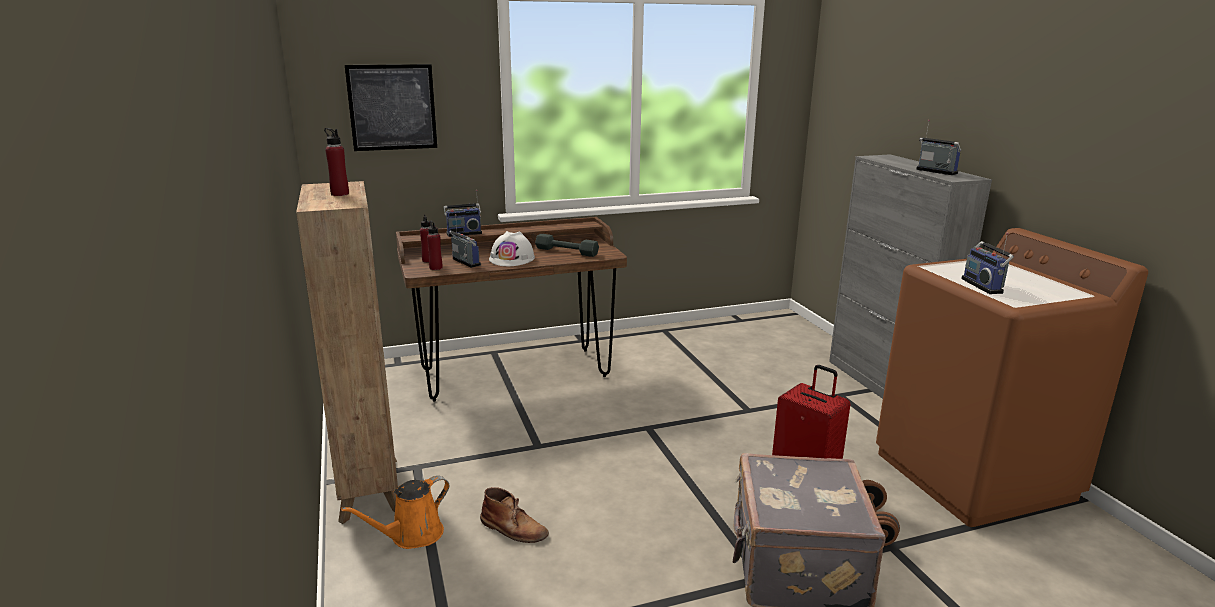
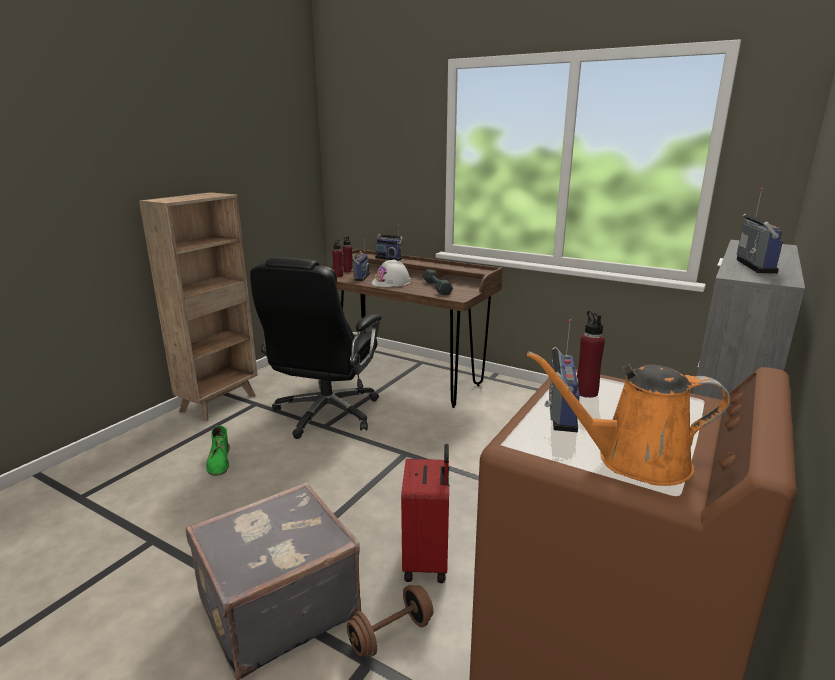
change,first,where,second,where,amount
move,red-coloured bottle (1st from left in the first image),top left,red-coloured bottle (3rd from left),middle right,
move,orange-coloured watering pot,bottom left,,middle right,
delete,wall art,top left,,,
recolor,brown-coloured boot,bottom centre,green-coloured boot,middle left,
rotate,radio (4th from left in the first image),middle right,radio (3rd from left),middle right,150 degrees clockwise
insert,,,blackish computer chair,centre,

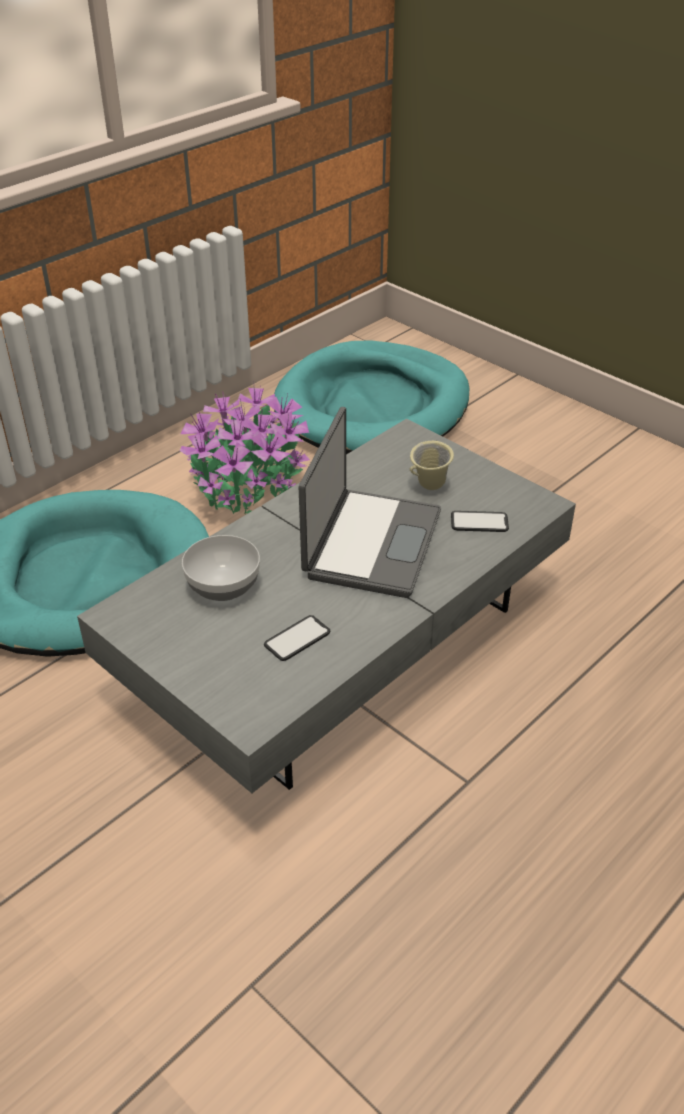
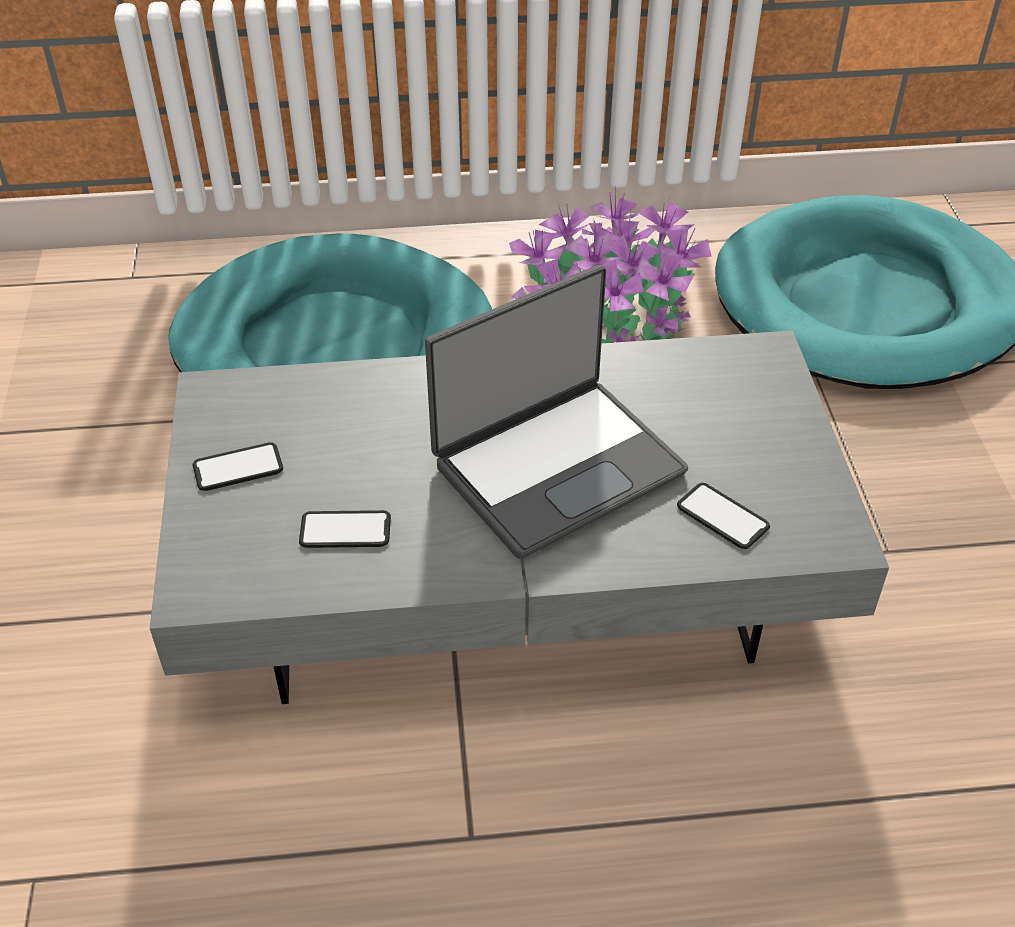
change,first,where,second,where,amount
delete,serving bowl,middle left,,,
delete,sand-coloured mug,centre,,,
insert,,,phone (1st from left),middle left,

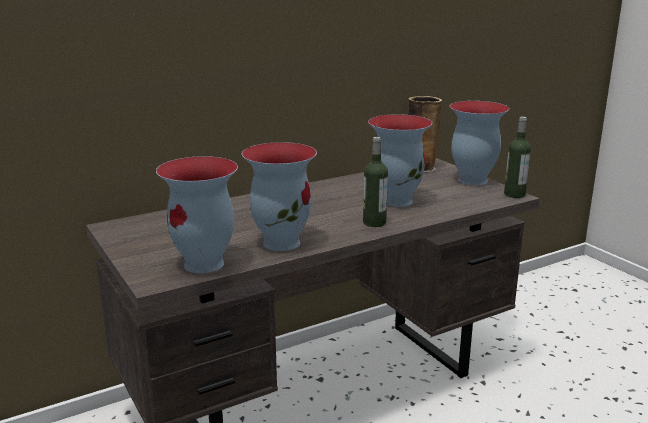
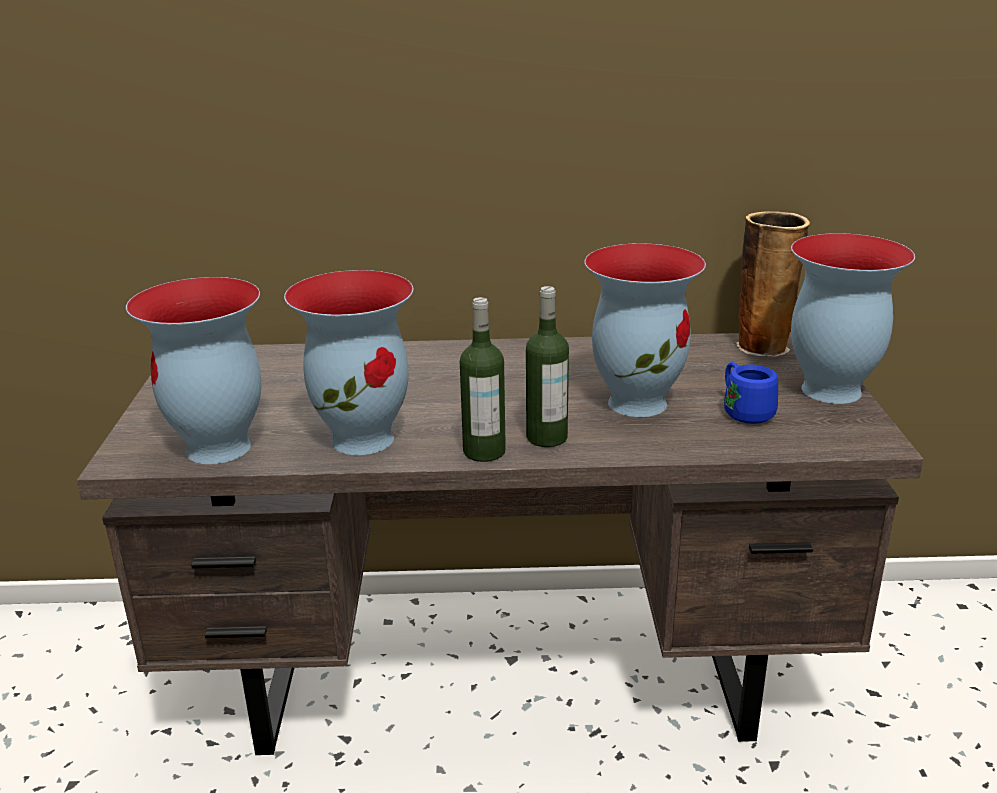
change,first,where,second,where,amount
move,bottle (2nd from left in the first image),middle right,bottle (1st from left),centre,
insert,,,blue mug,middle right,

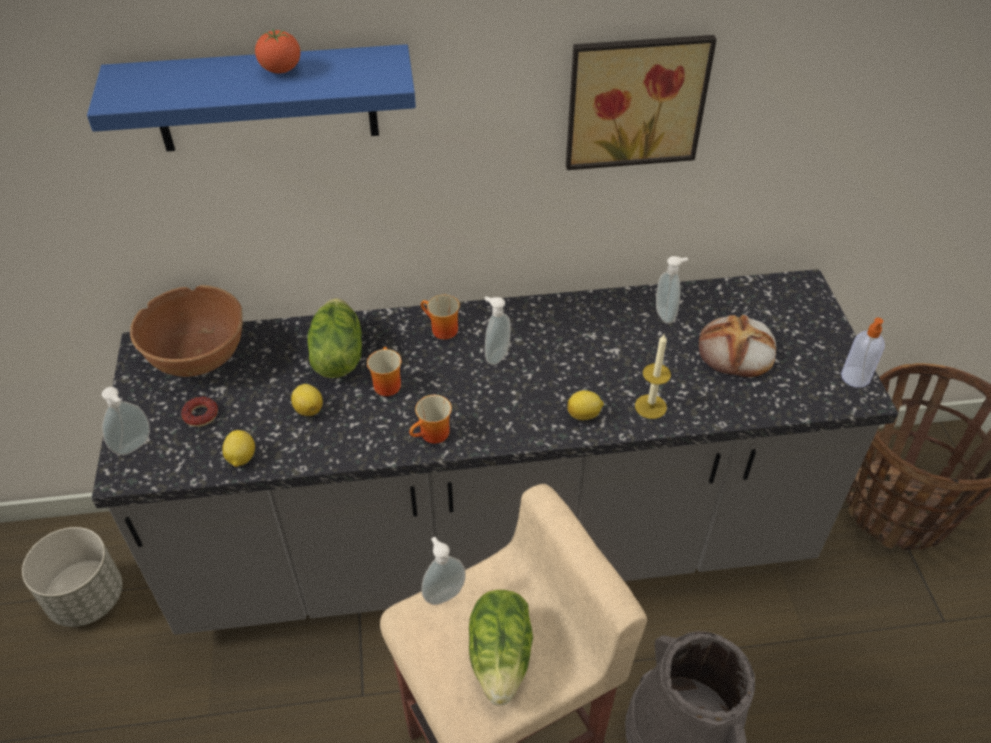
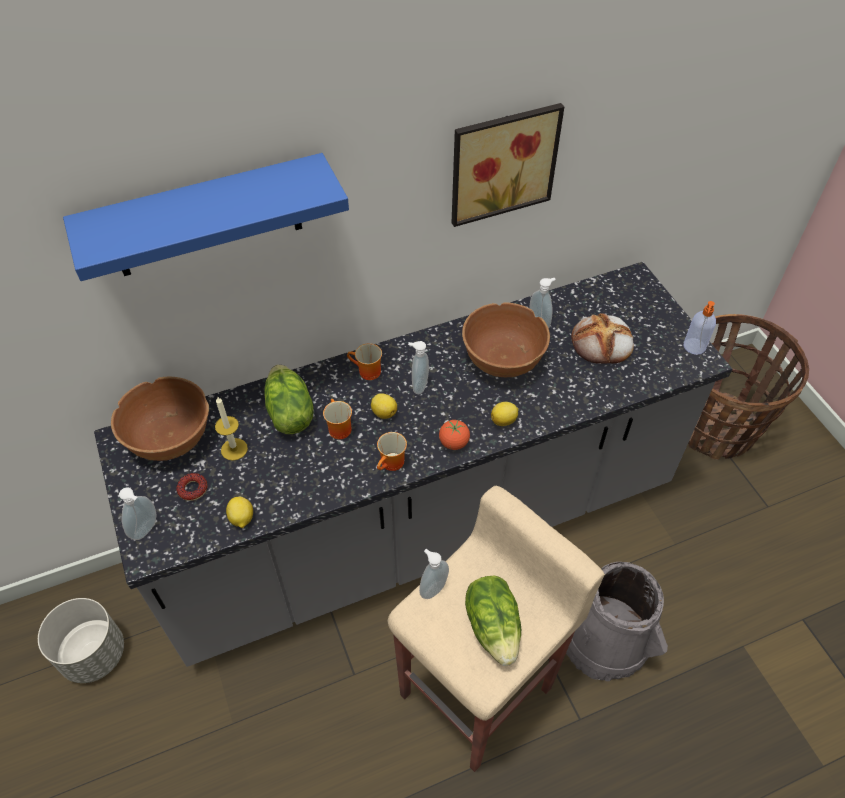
change,first,where,second,where,amount
move,whole tomato,top left,,centre,
move,whole lemon (2nd from left),middle left,,centre,
move,wax light,centre,,middle left,
insert,,,brown-coloured serving bowl (2nd from left),centre,

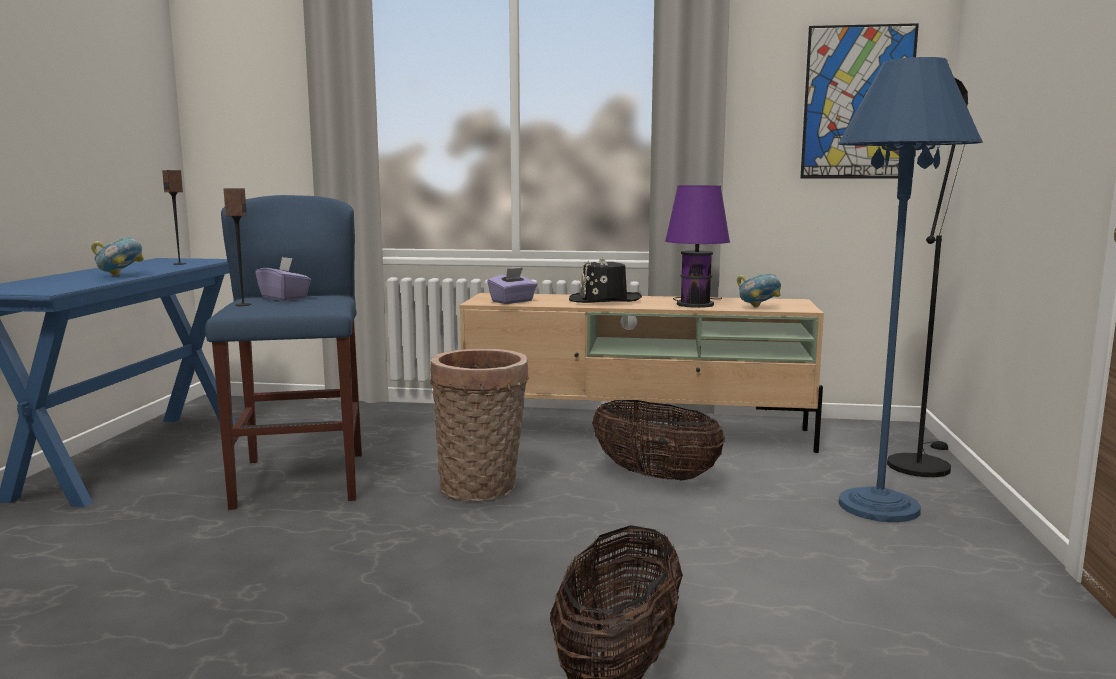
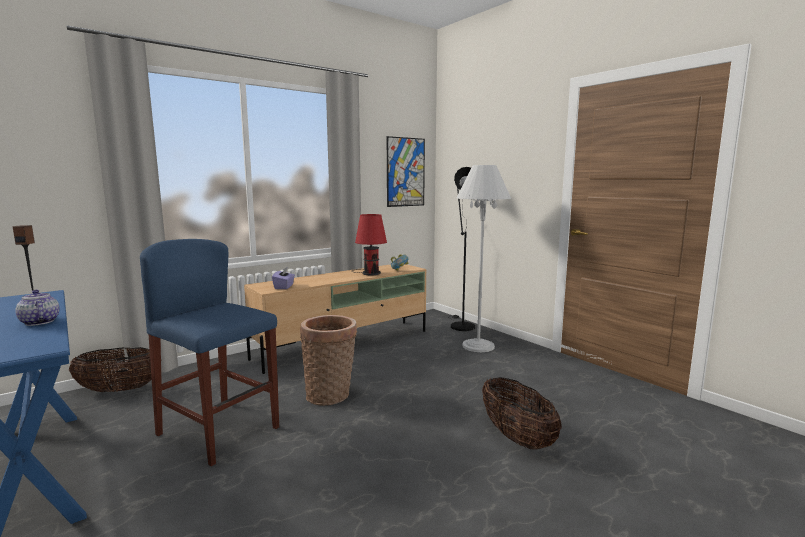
change,first,where,second,where,amount
replace,serving bowl (1st from left),middle left,pot for tea,middle left,
delete,audio speaker (2nd from left),middle left,,,
delete,purple-coloured tissue holder (1st from left),middle left,,,
delete,blackish hat,centre,,,
move,household basket (3rd from left in the first image),centre,household basket (1st from left),bottom left,
recolor,purple-coloured table lamp,centre,red-coloured table lamp,centre,
recolor,blue standing lamp,middle right,white standing lamp,centre,

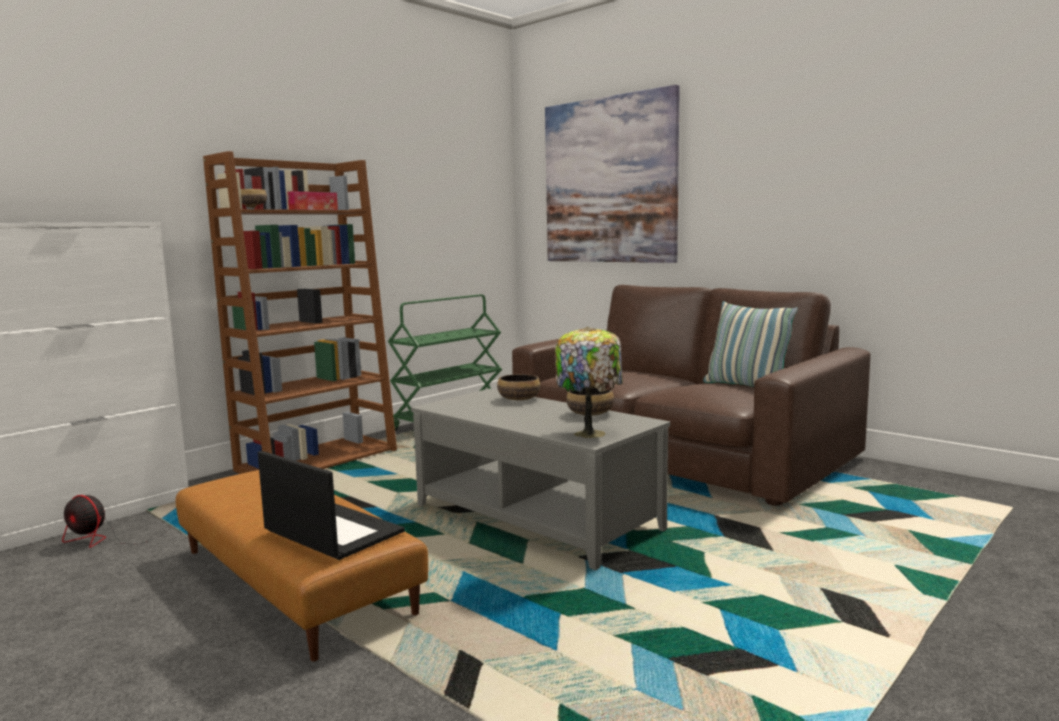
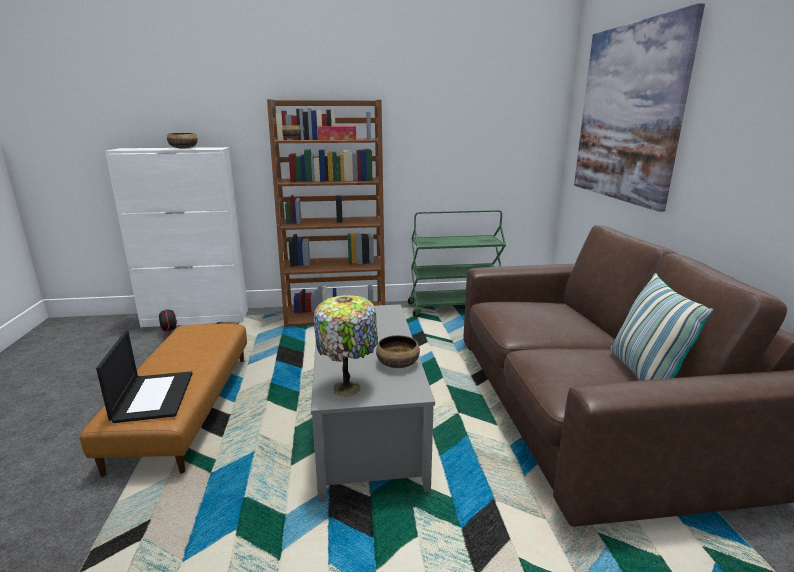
change,first,where,second,where,amount
move,serving bowl (2nd from left in the first image),centre,serving bowl (1st from left),top left,

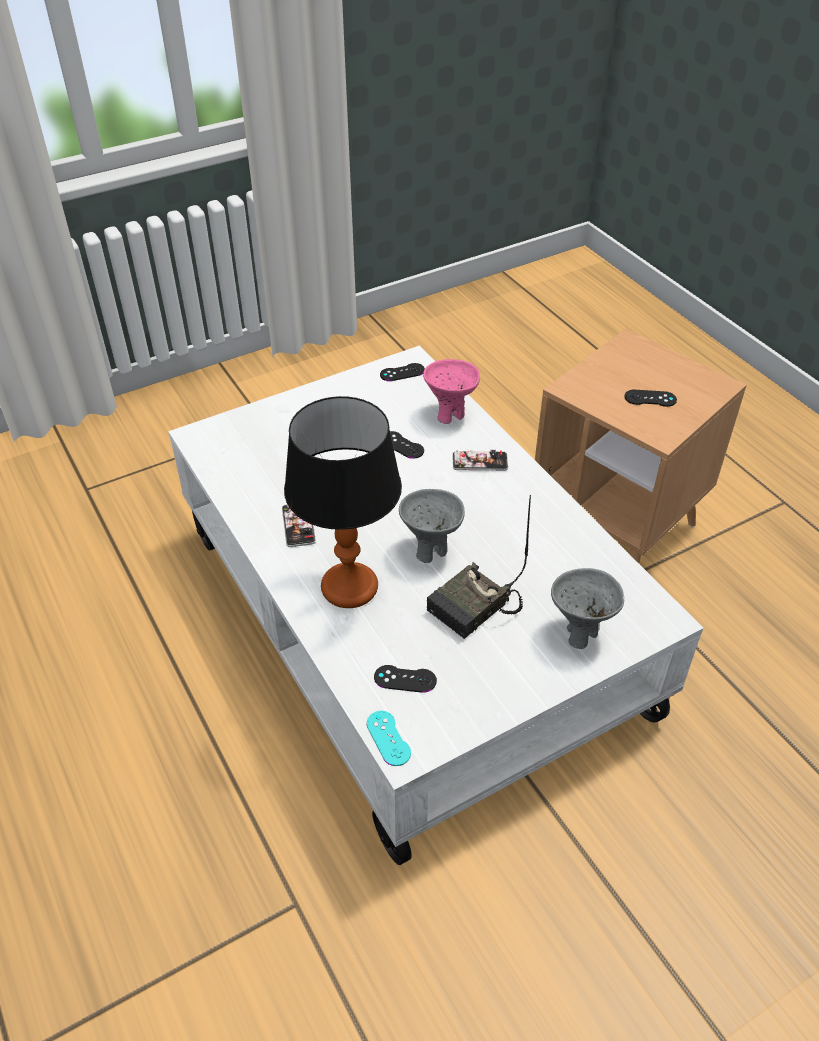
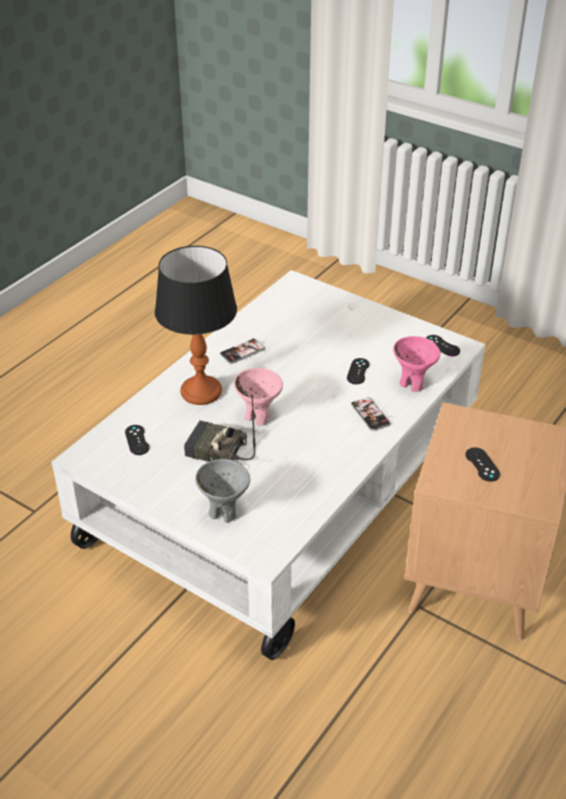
change,first,where,second,where,amount
delete,blue-green game controller,bottom centre,,,
recolor,gray serving bowl (1st from left),centre,pink-coloured serving bowl (1st from left),centre,

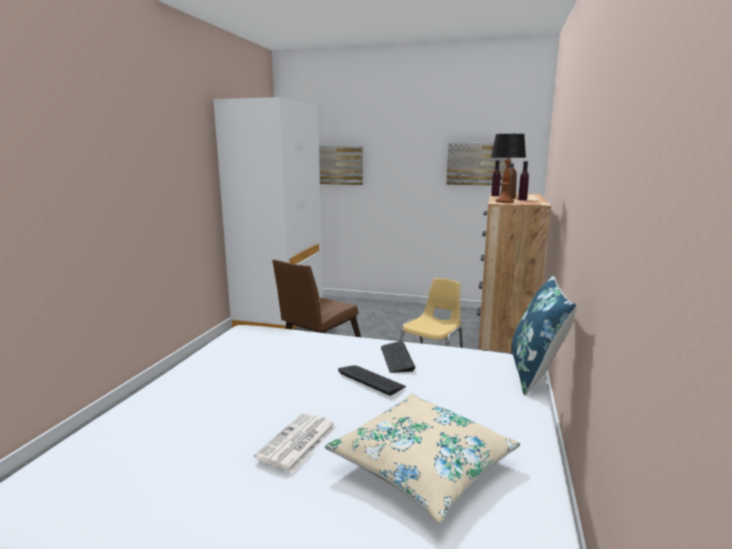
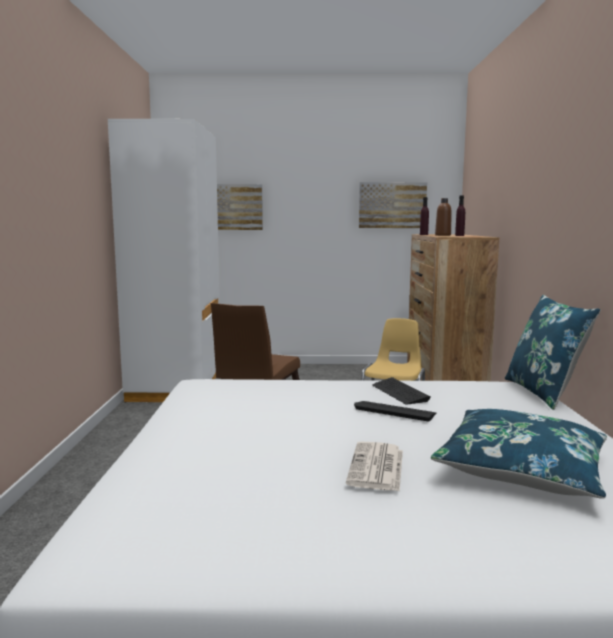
change,first,where,second,where,amount
recolor,sand-coloured pillow,bottom centre,blue pillow (1st from left),bottom right,
delete,table lamp,top right,,,

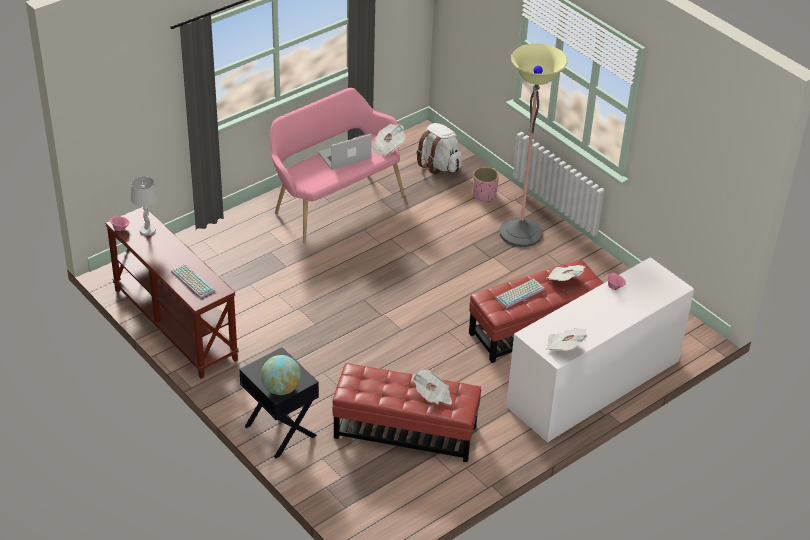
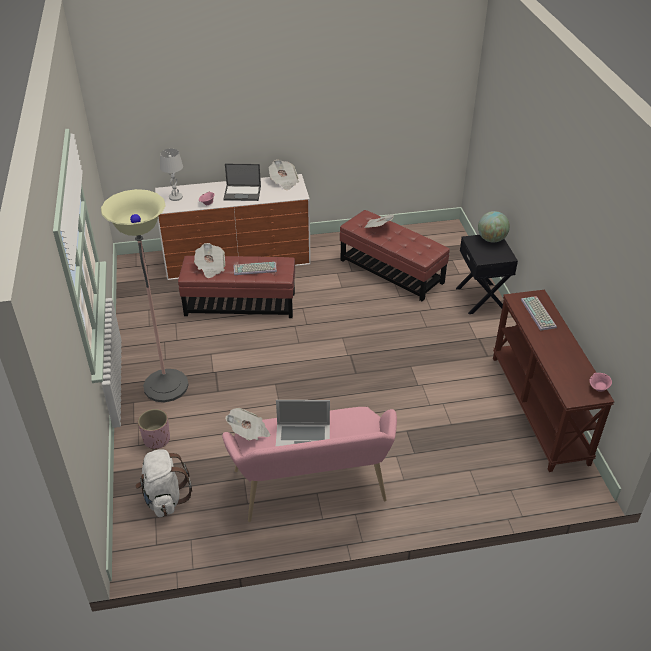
change,first,where,second,where,amount
move,white table lamp,middle left,,top left,
insert,,,laptop (1st from left),top centre,

